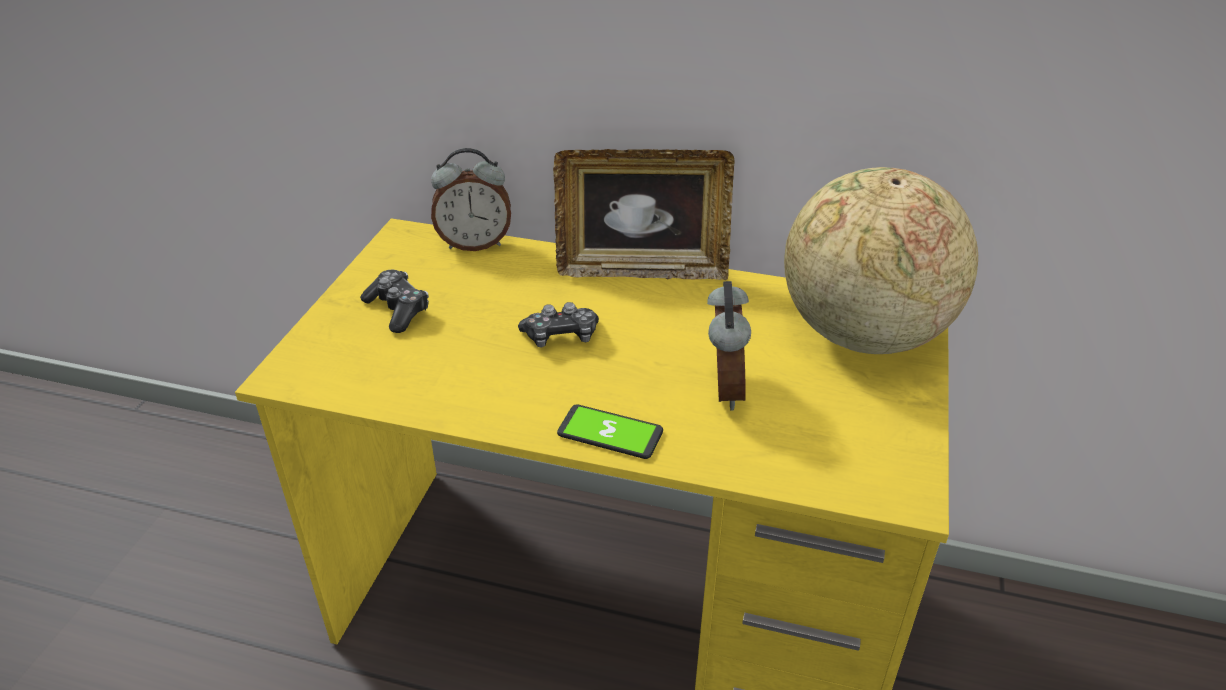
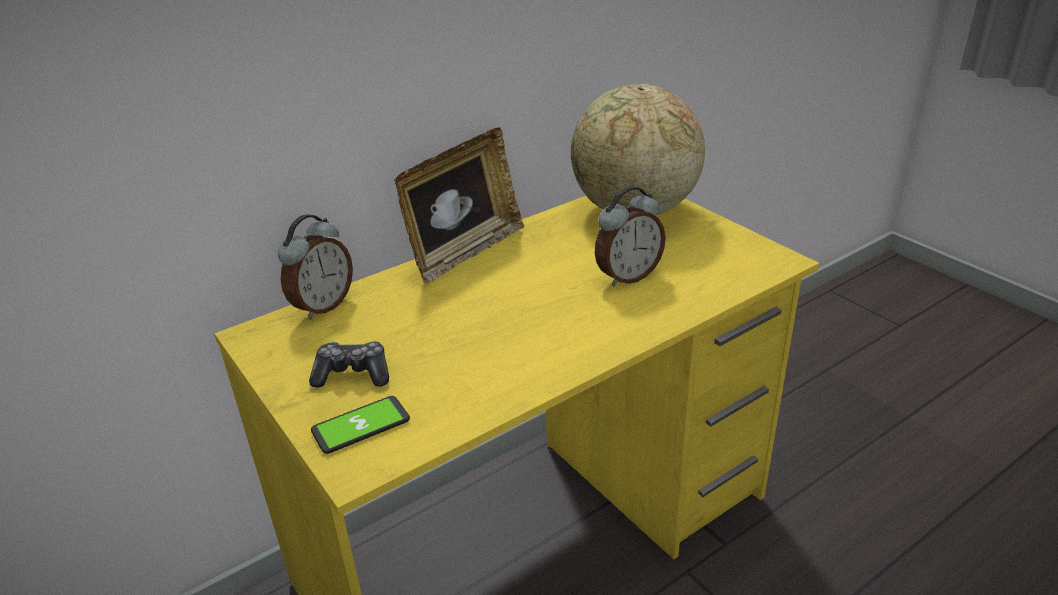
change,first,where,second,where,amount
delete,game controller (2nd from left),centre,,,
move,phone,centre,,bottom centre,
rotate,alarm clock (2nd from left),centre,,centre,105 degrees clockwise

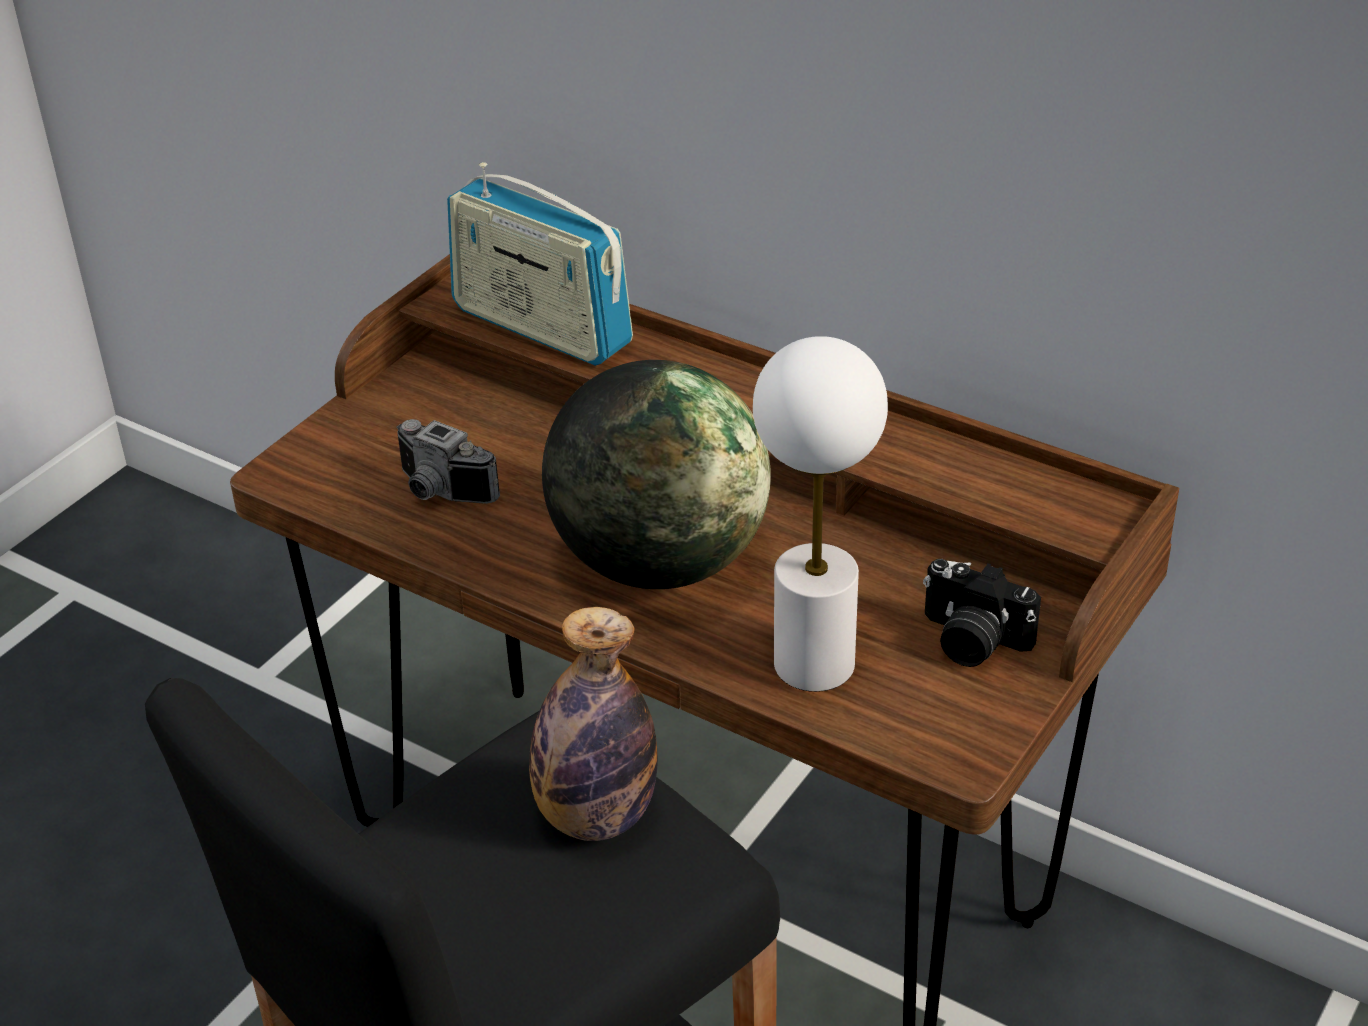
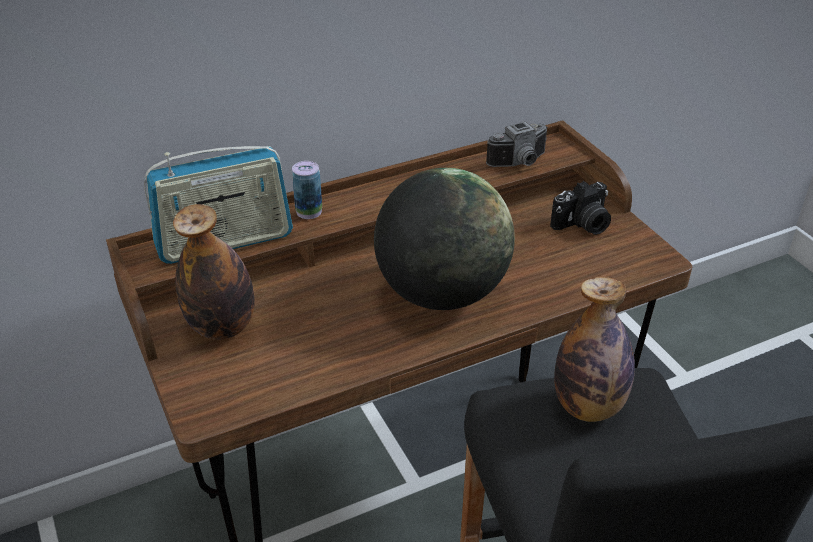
change,first,where,second,where,amount
move,photo camera (1st from left),middle left,,top centre,
delete,white table lamp,centre,,,
insert,,,bottle (1st from left),middle left,
insert,,,metal can,centre,

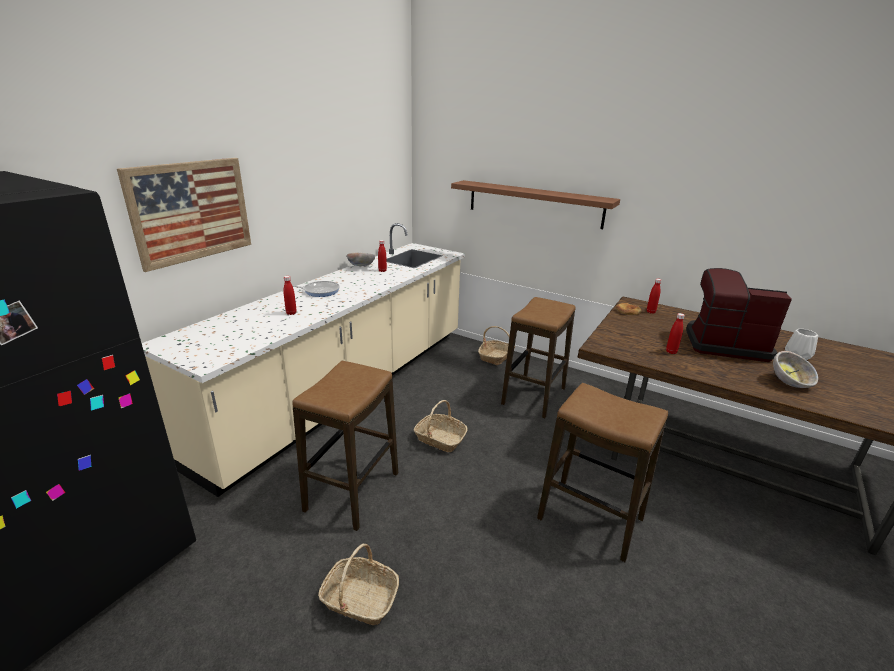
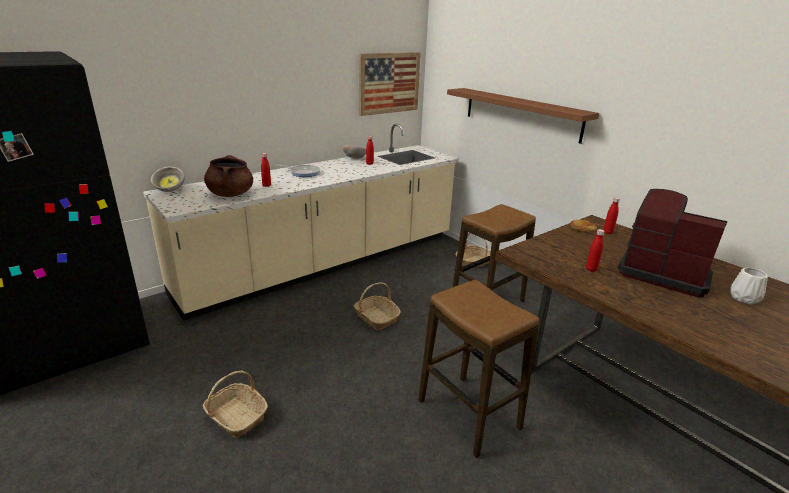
change,first,where,second,where,amount
move,wall art,top left,,top centre,
delete,stool (1st from left),centre,,,
move,serving bowl (2nd from left in the first image),middle right,serving bowl (1st from left),middle left,
insert,,,brown-coloured stockpot,middle left,

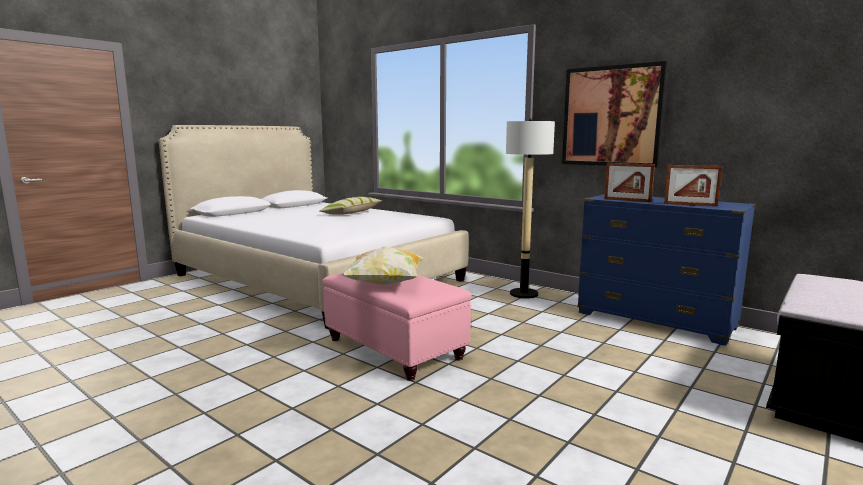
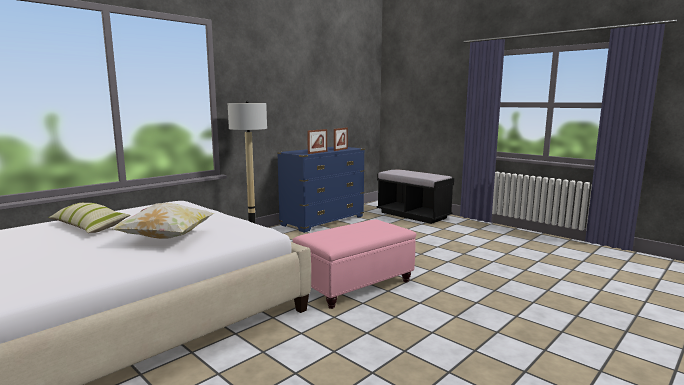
change,first,where,second,where,amount
move,pillow (2nd from left),centre,,middle left,
delete,wall art,top right,,,

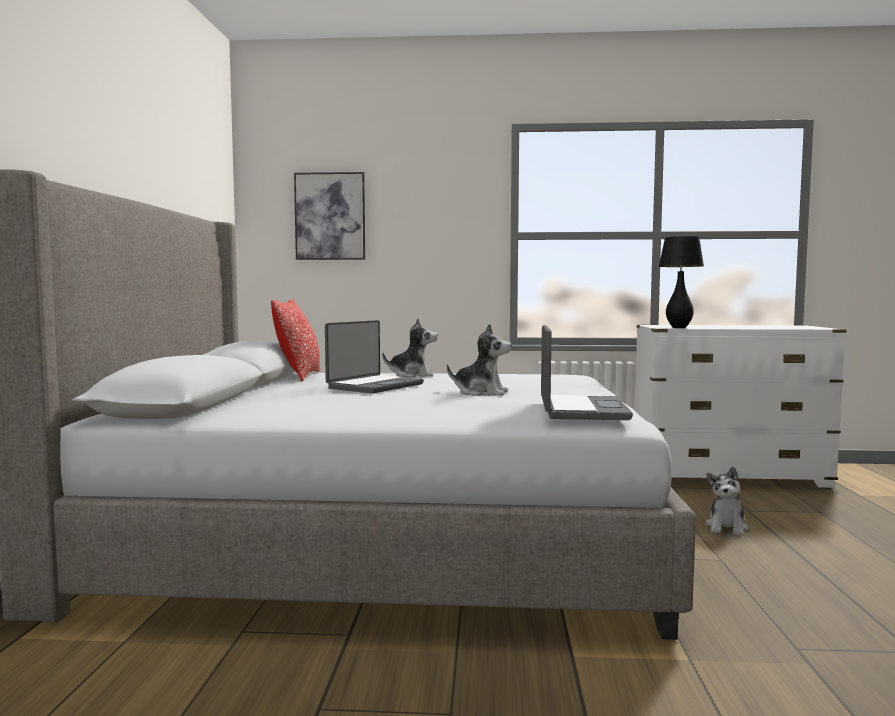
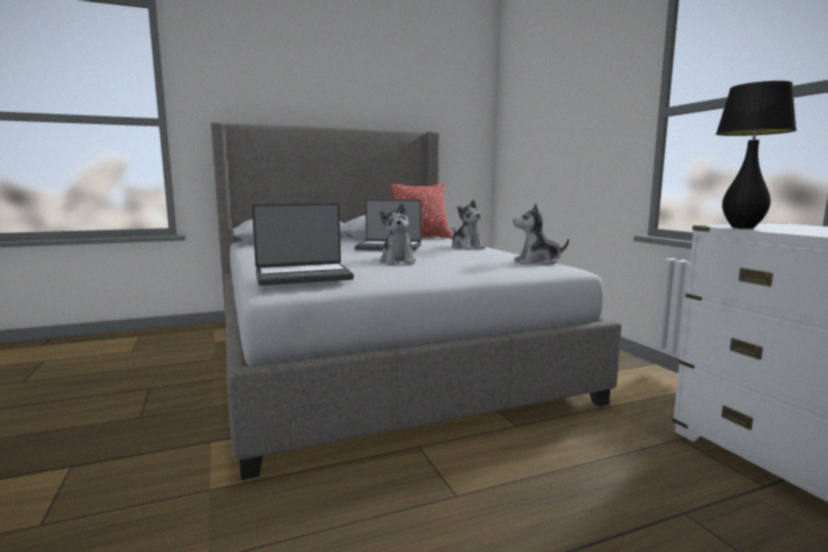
change,first,where,second,where,amount
delete,wall art,top centre,,,
move,cuddly toy (3rd from left),bottom right,,centre,

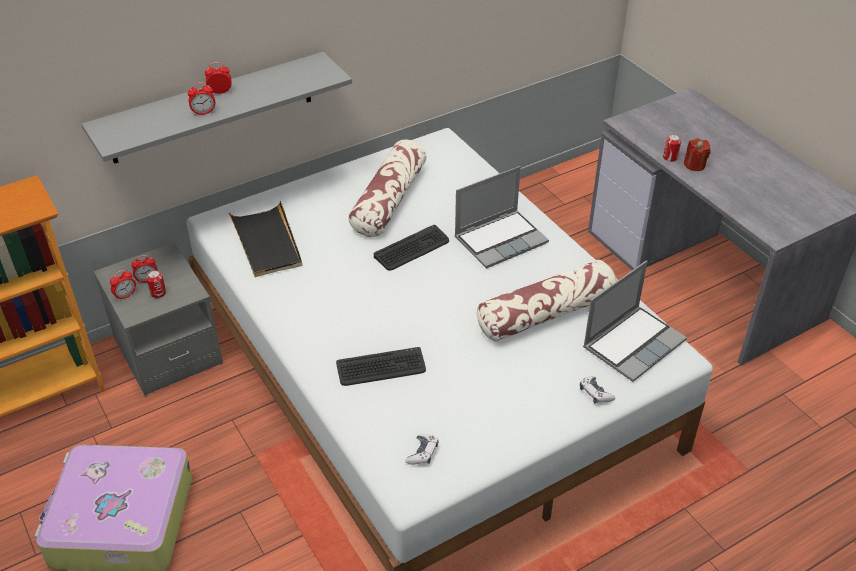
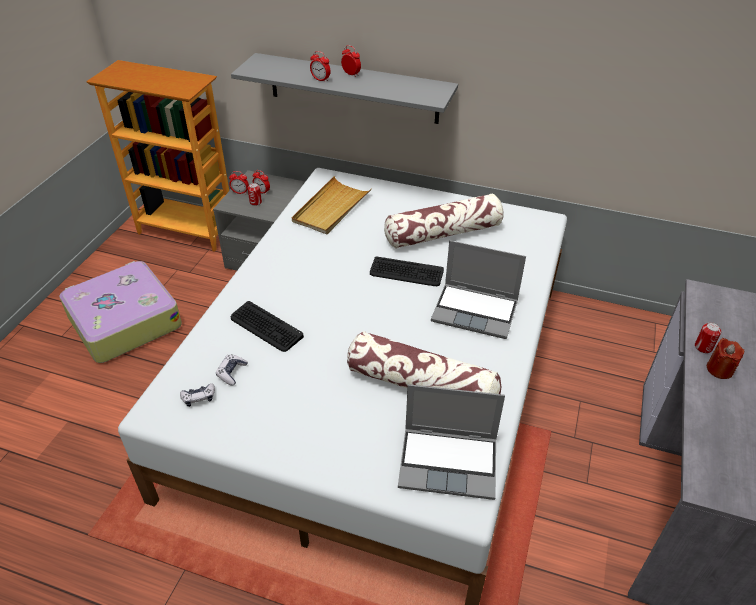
change,first,where,second,where,amount
recolor,blackish tray,middle left,sand-coloured tray,centre,
move,game controller (2nd from left),bottom right,,middle left,

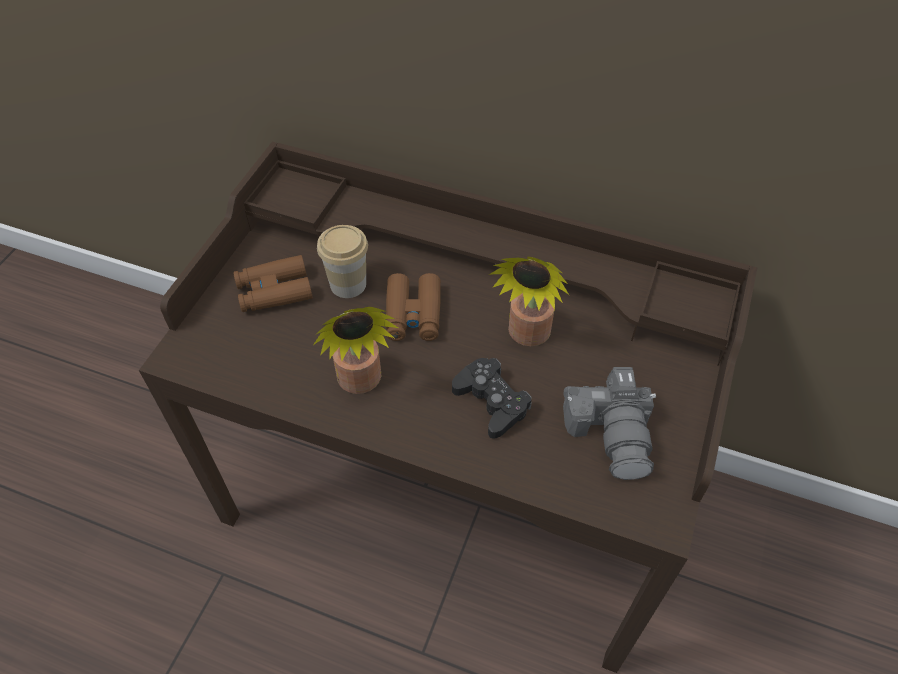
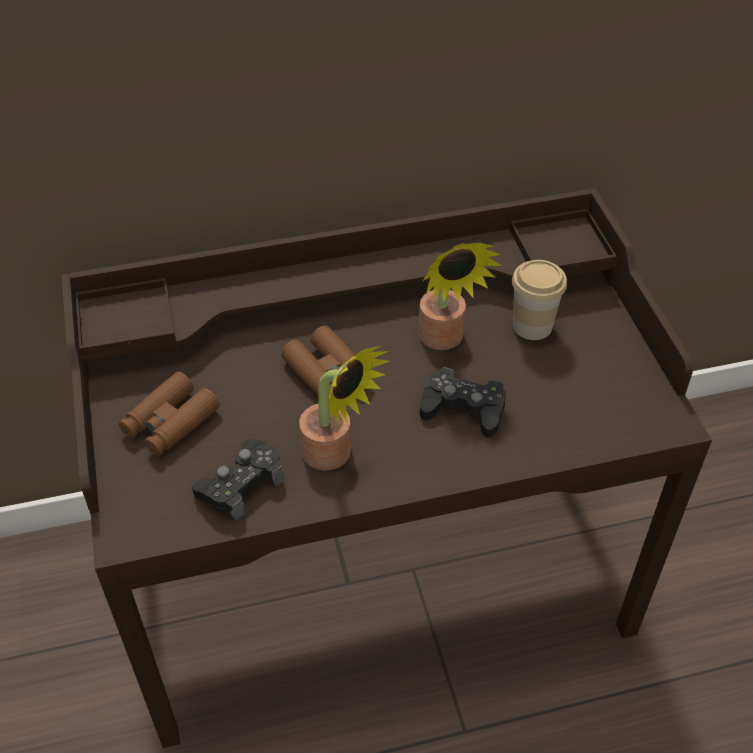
change,first,where,second,where,amount
move,cup,centre,,middle right,
delete,photo camera,middle right,,,
insert,,,blackish game controller (1st from left),middle left,

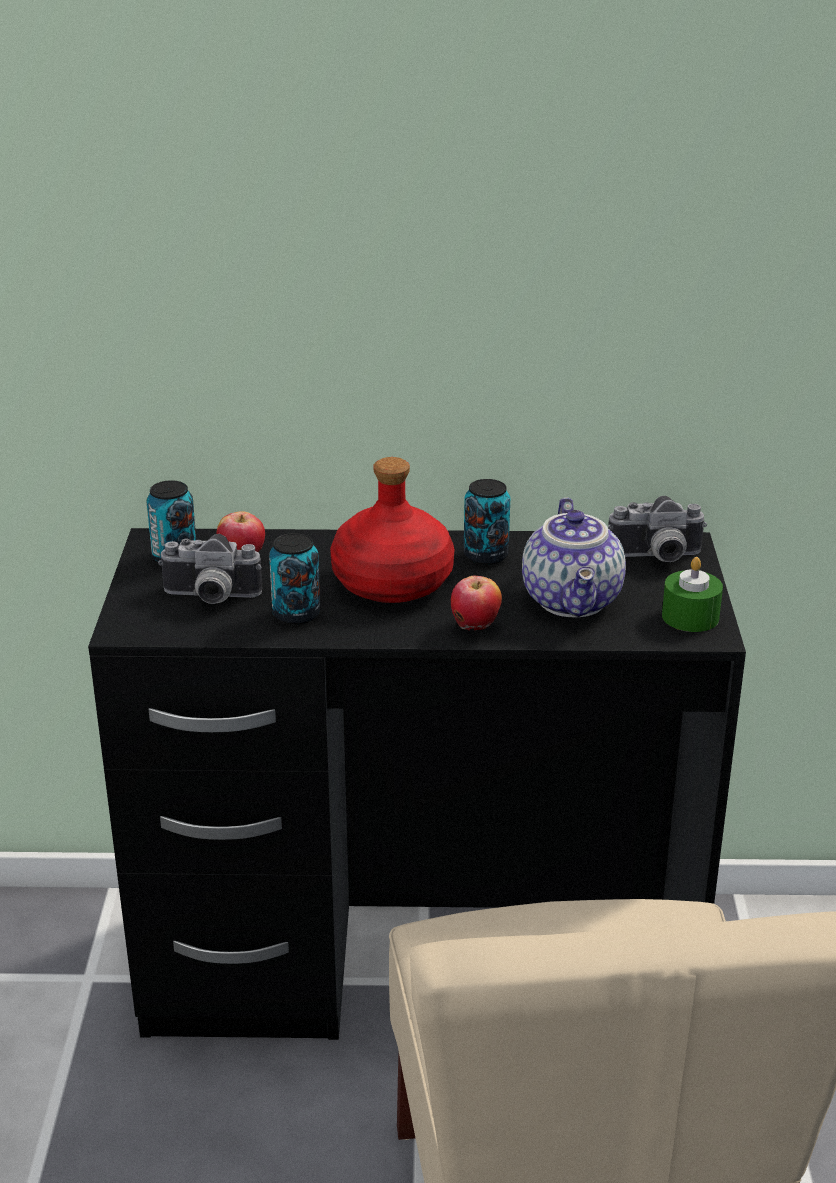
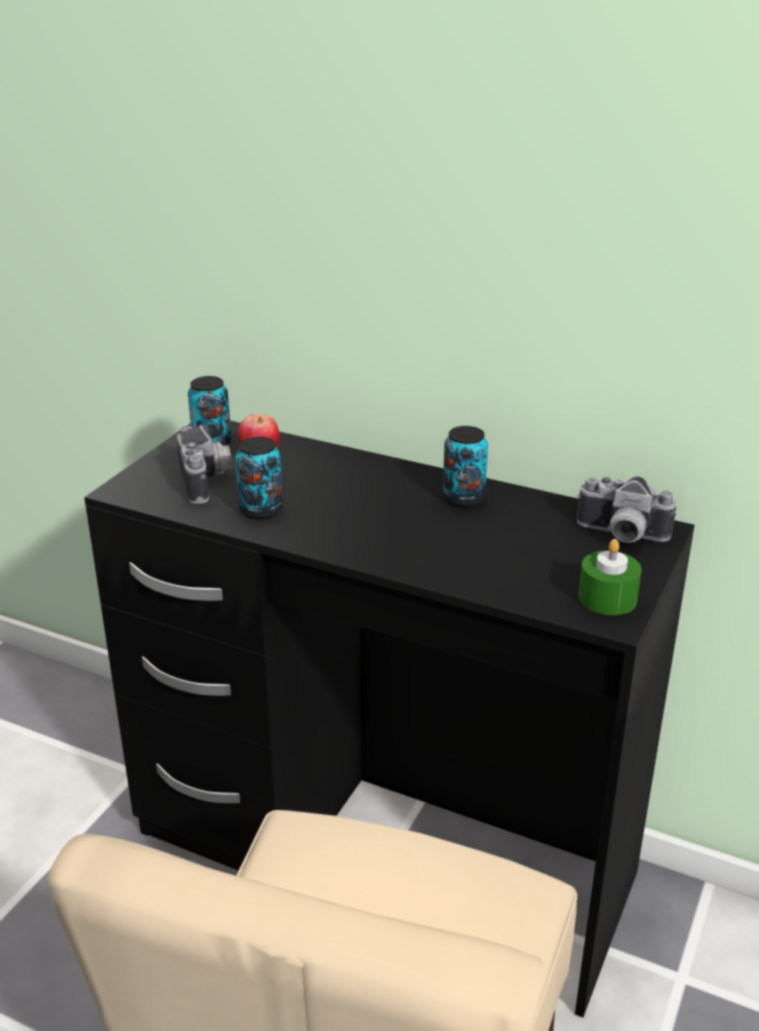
change,first,where,second,where,amount
rotate,photo camera (1st from left),middle left,,middle left,135 degrees counterclockwise
delete,red-coloured bottle,centre,,,
delete,apple (2nd from left),centre,,,
delete,pot for tea,middle right,,,

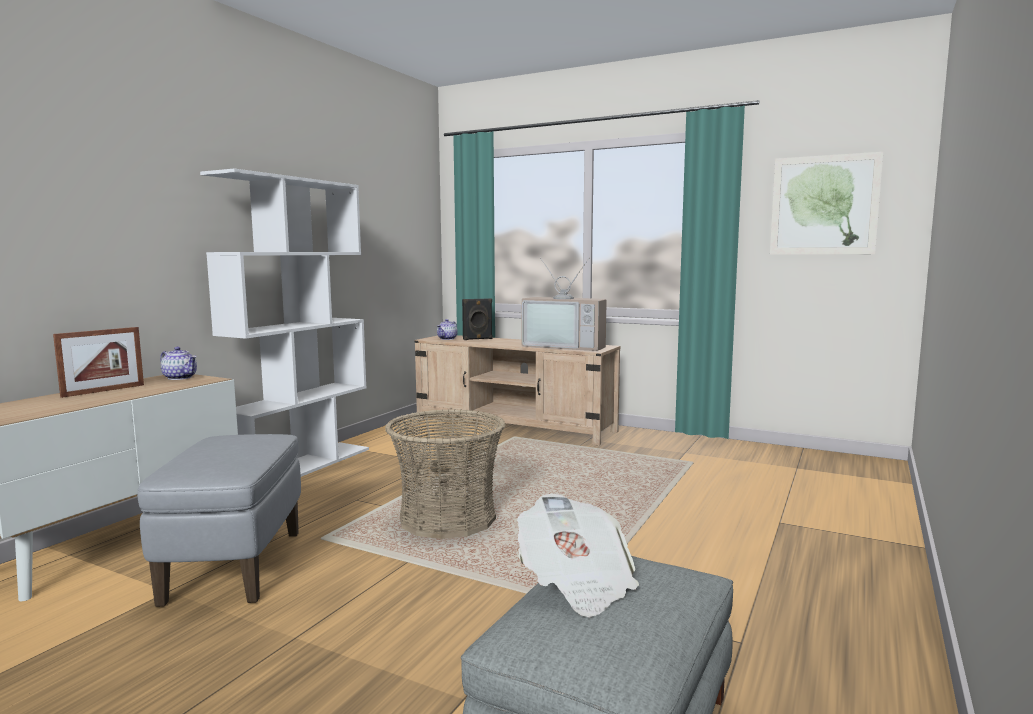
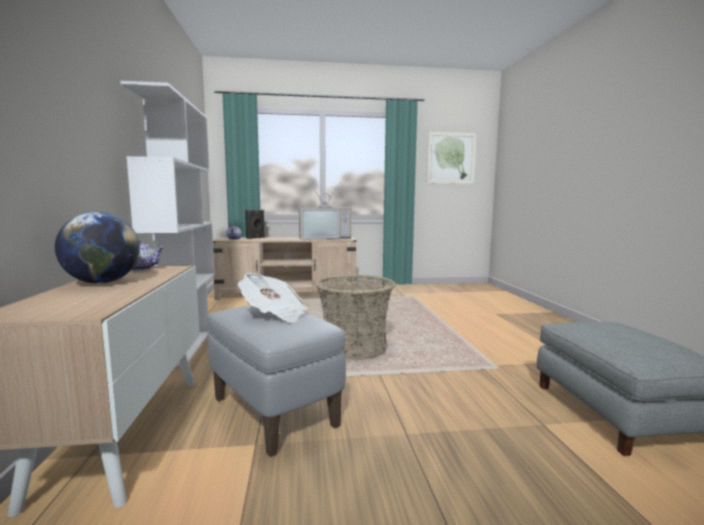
change,first,where,second,where,amount
replace,picture frame,middle left,desk globe,middle left,
move,newspaper,bottom centre,,centre,

